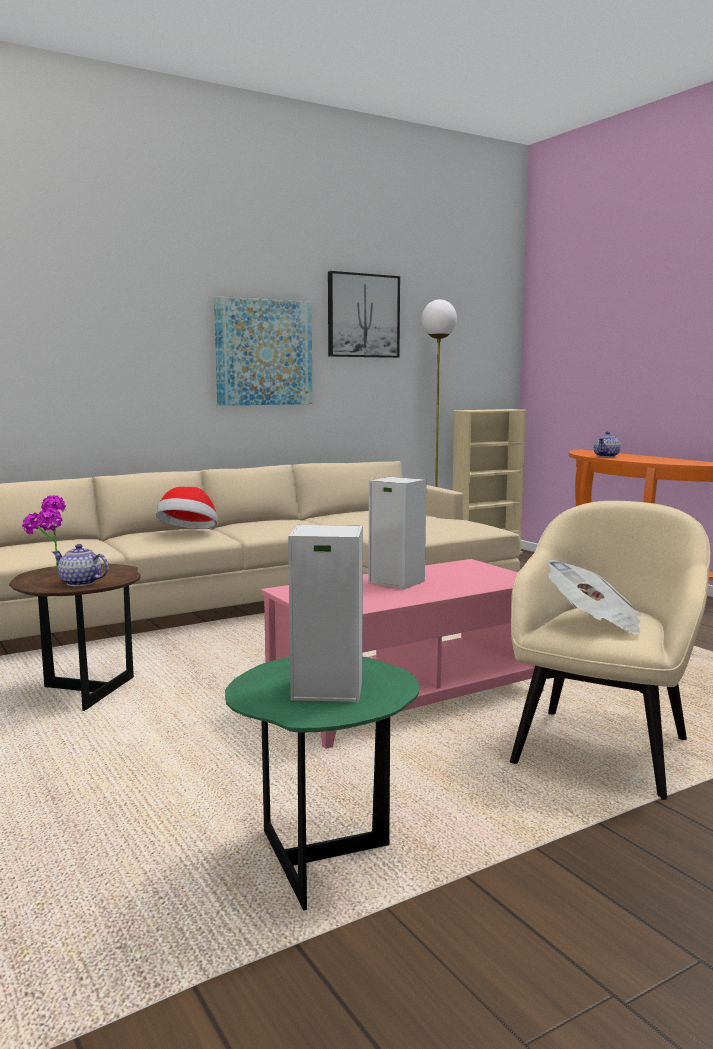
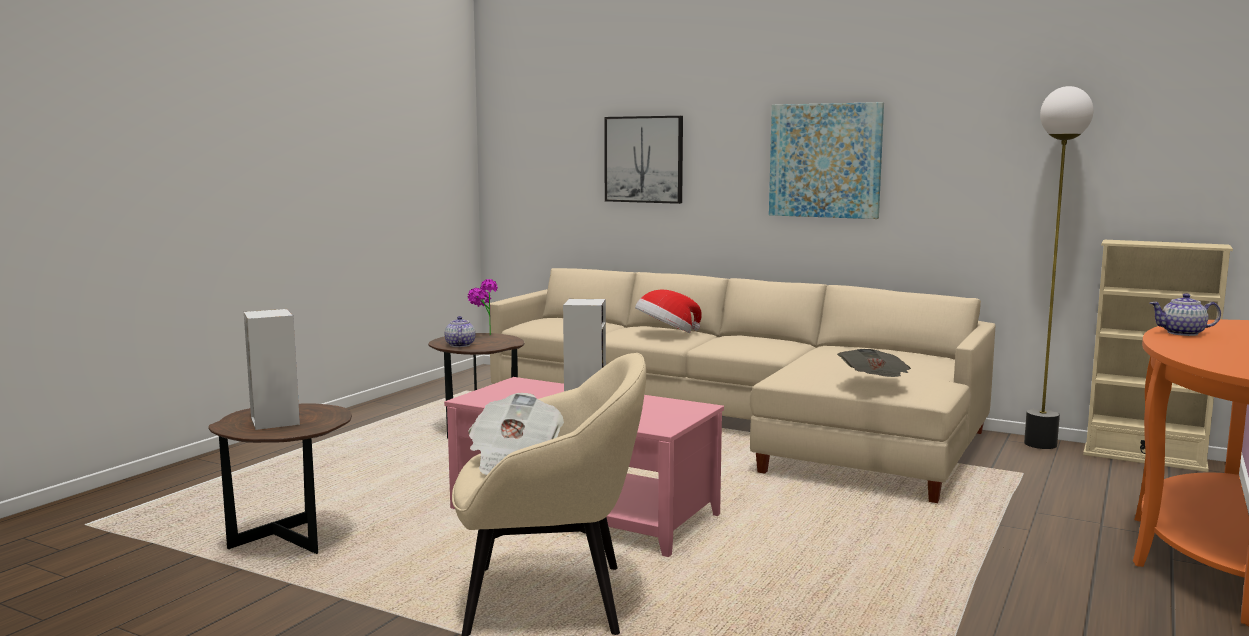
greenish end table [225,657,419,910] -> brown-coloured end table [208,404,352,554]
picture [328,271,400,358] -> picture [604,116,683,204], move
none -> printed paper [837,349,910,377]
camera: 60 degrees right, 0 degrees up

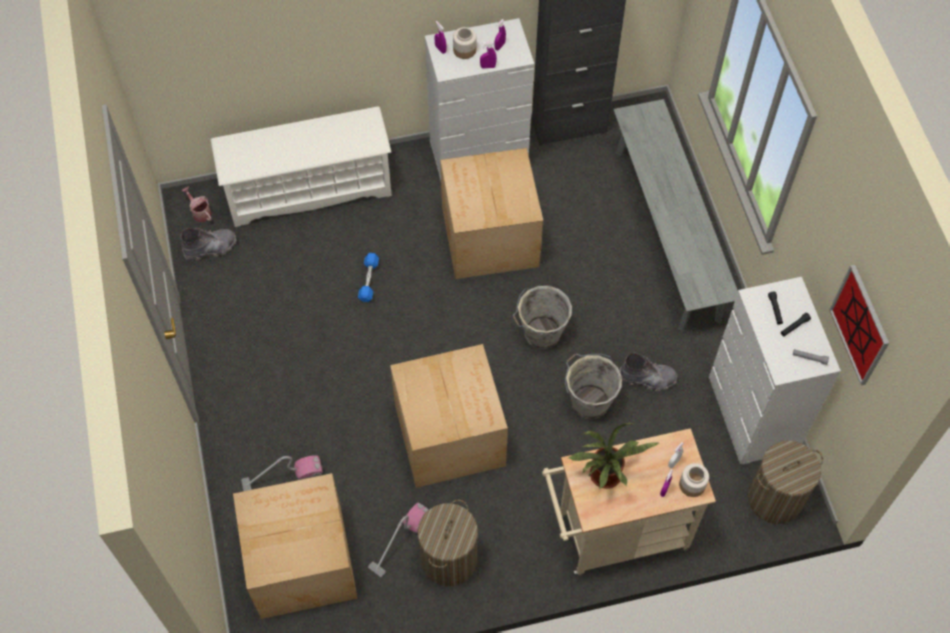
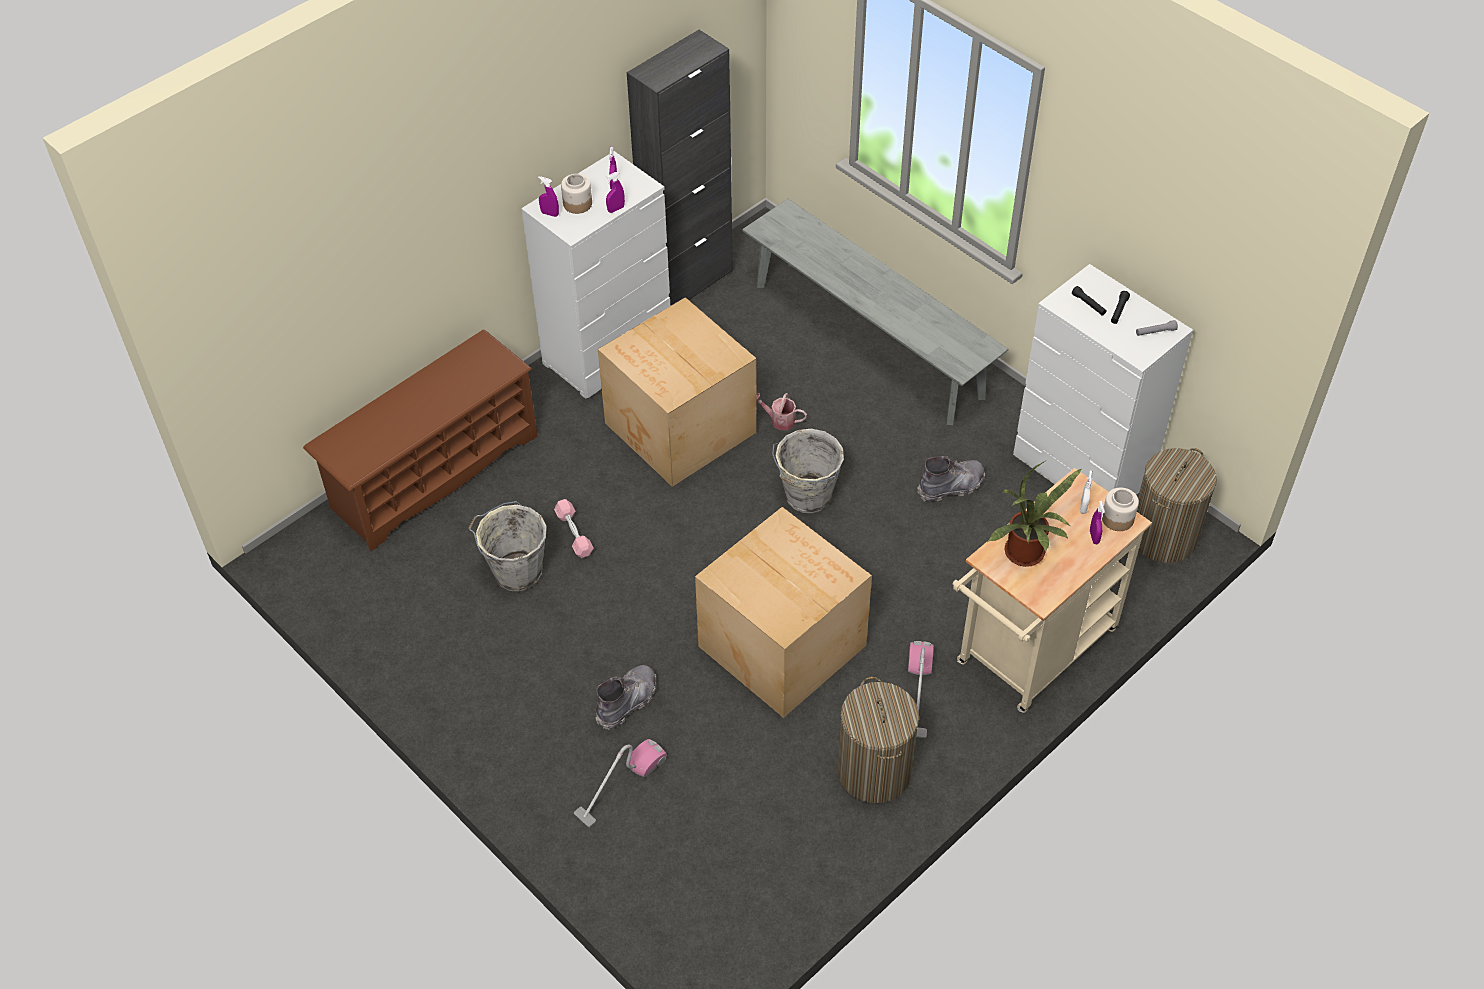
greyish boot [180,228,237,260] -> greyish boot [595,665,656,730], move
watering can [182,187,212,222] -> watering can [757,393,807,430], move
whitish shoe rack [211,107,392,227] -> brown-coloured shoe rack [303,330,538,551]
packing box [233,473,357,619] -> none
blue-coloured free weight [358,253,379,302] -> pinkish free weight [554,499,594,558]
vacuum [368,503,429,577] -> vacuum [908,641,934,738], move
greyish water bucket [565,354,622,420] -> greyish water bucket [468,501,547,592], move
picture [829,265,889,385] -> none
camera: 30 degrees left, 10 degrees down

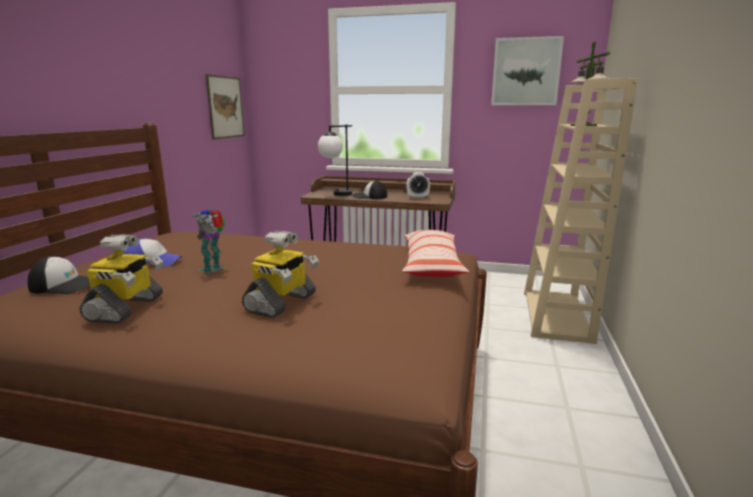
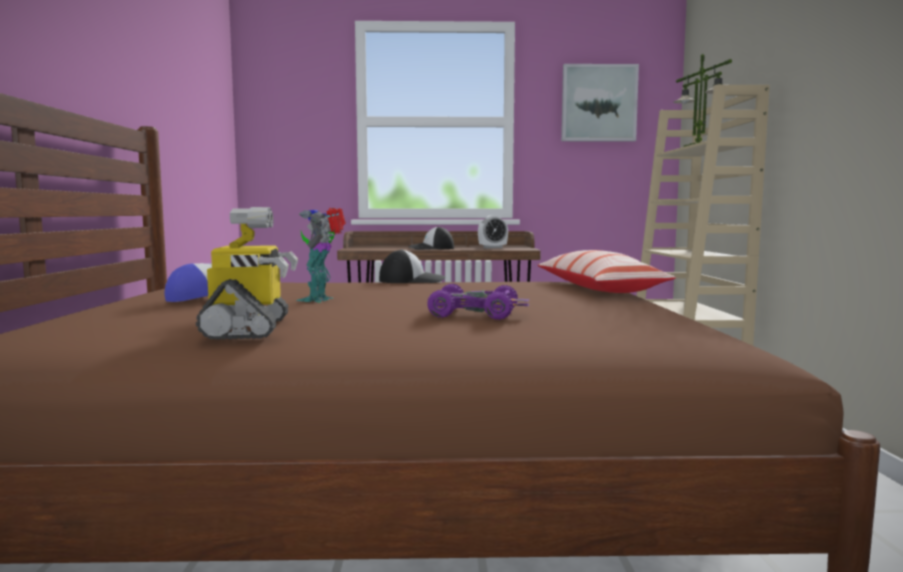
cap [27,256,90,294] -> cap [379,249,445,283], move
picture [205,74,245,139] -> none
toy robot [242,230,319,318] -> purple toy car [427,284,529,320]
table lamp [318,125,352,196] -> none
camera: 15 degrees left, 10 degrees down

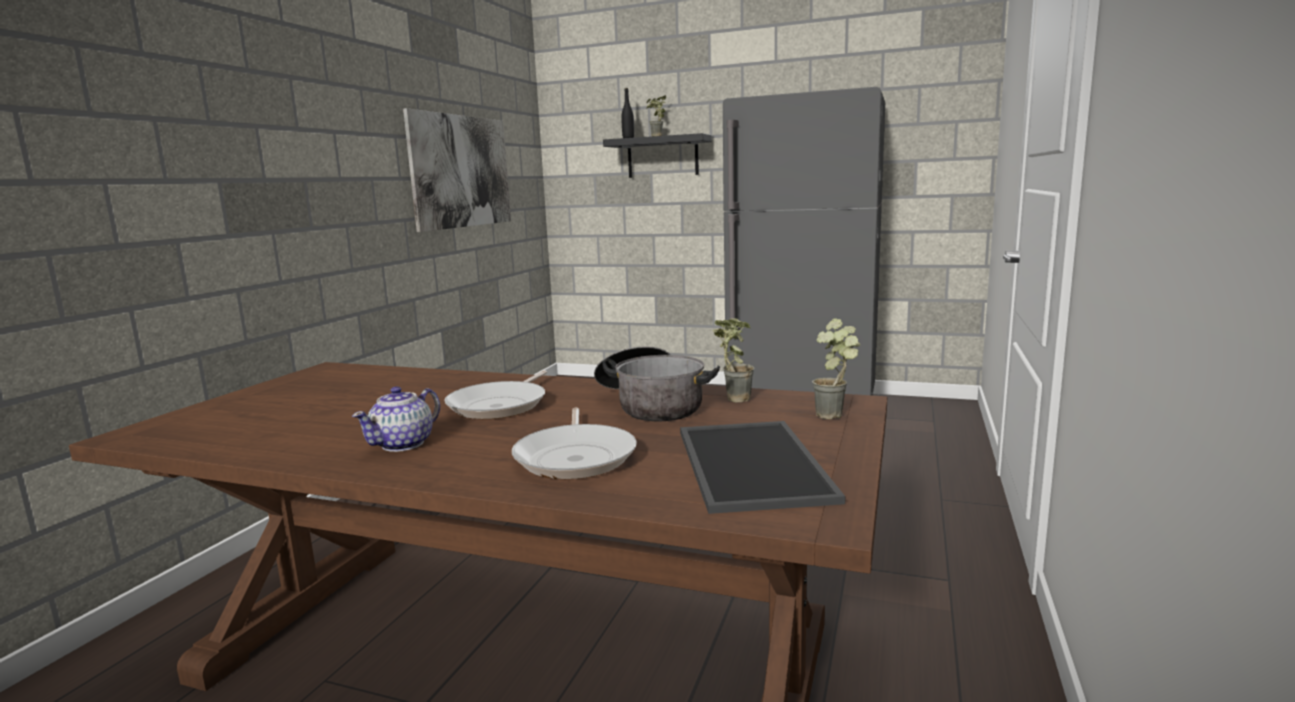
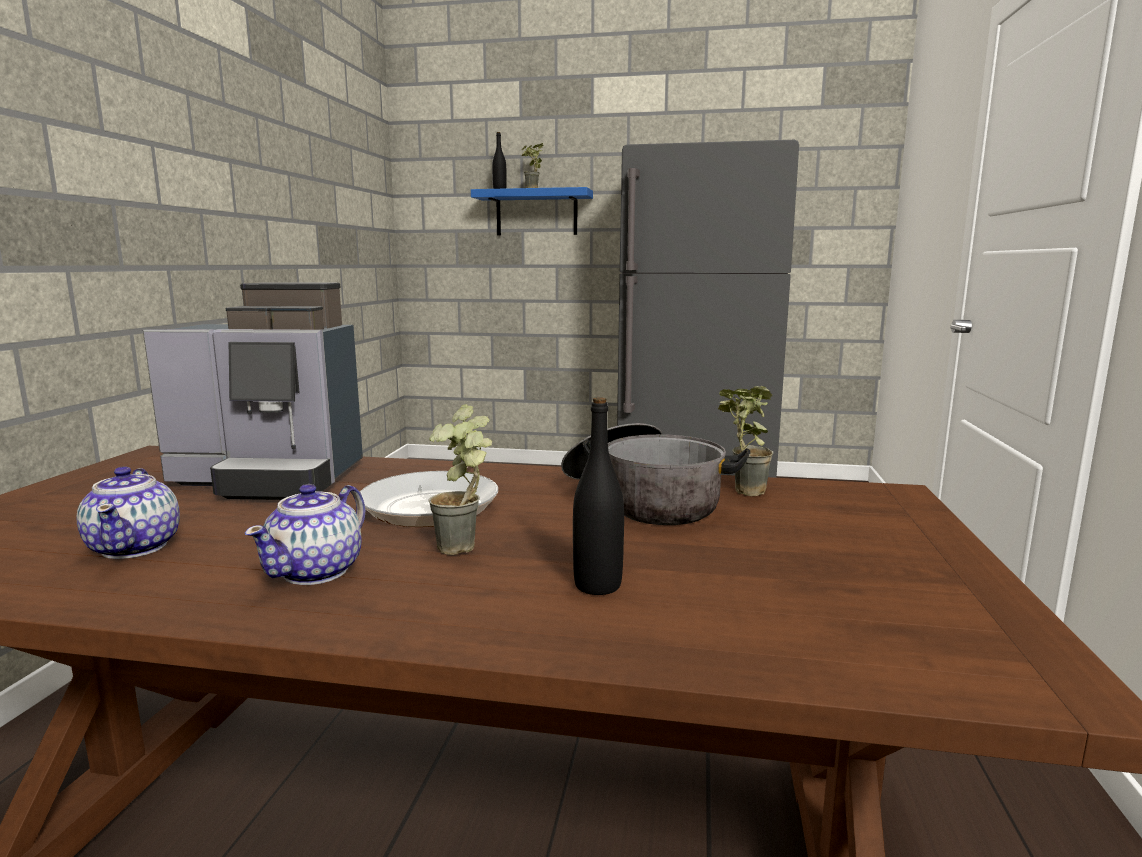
picture [403,108,511,232] -> none
frying pan [512,408,637,479] -> black drink bottle [573,397,624,595]
black shelf [603,133,712,178] -> blue-coloured shelf [471,187,593,235]
serving tray [680,421,845,514] -> none
potted plant [812,318,860,419] -> potted plant [428,404,492,555], move
none -> pot for tea [76,466,180,559]
none -> coffee brewer [143,283,363,500]
camera: 10 degrees left, 0 degrees up

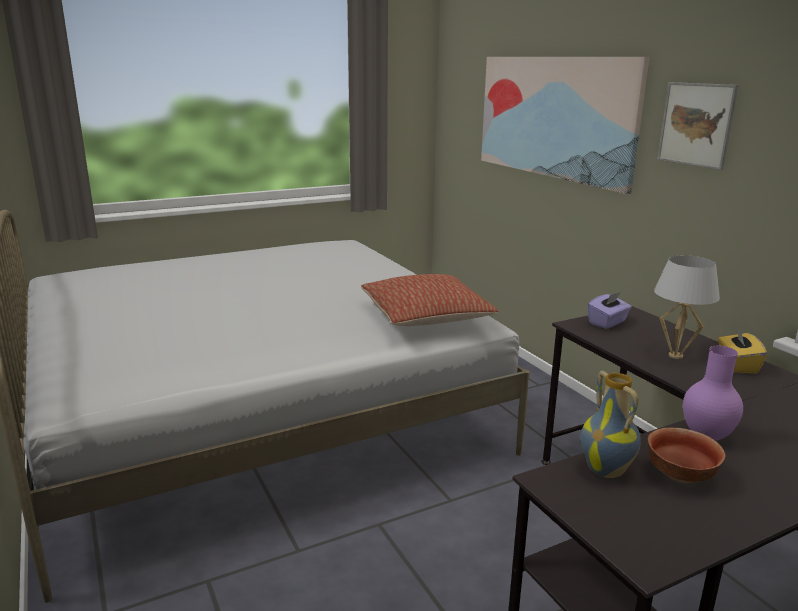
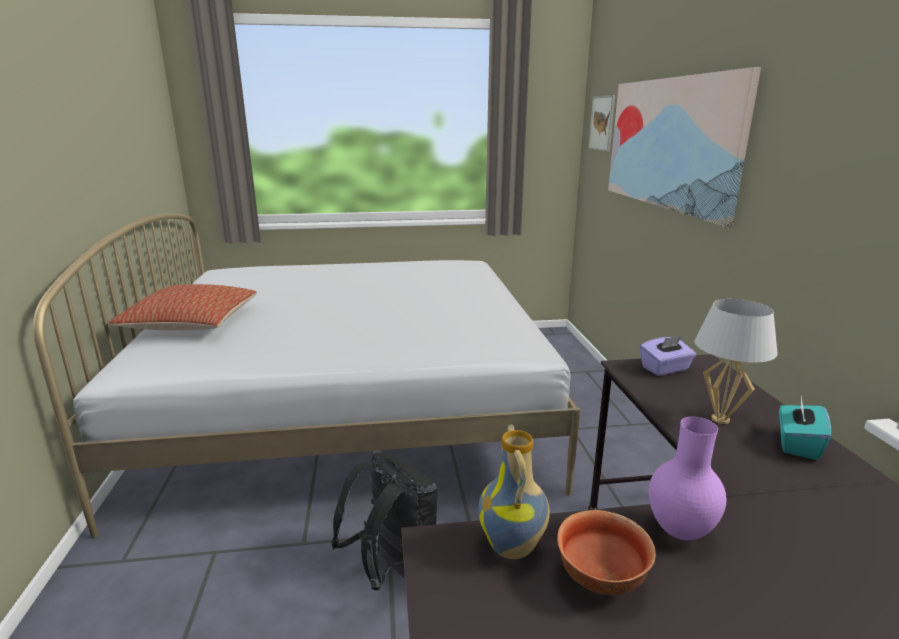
pillow [361,274,498,326] -> pillow [109,284,256,330], move
picture [657,82,739,170] -> picture [588,95,615,152], move
yellow-coloured tissue holder [718,326,767,374] -> turquoise-coloured tissue holder [779,397,831,460]
none -> black knapsack [331,452,438,590]
camera: 20 degrees right, 0 degrees up

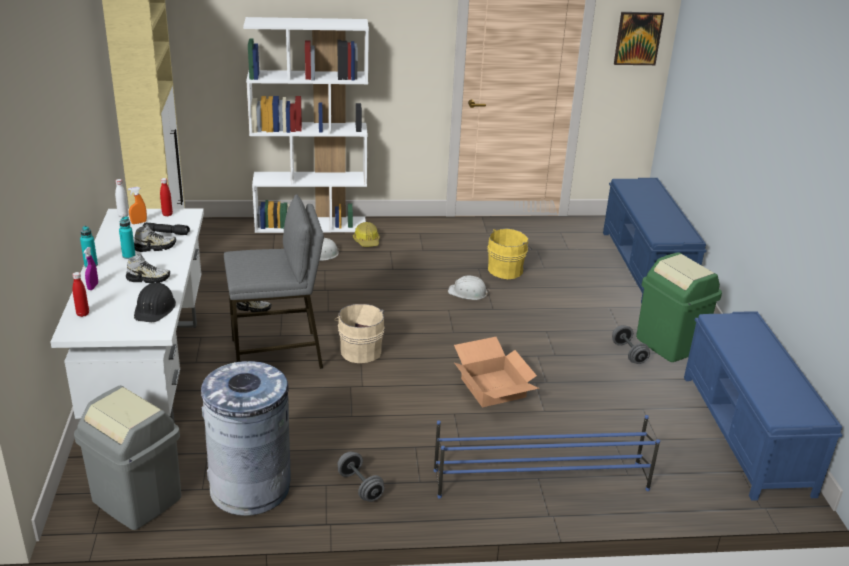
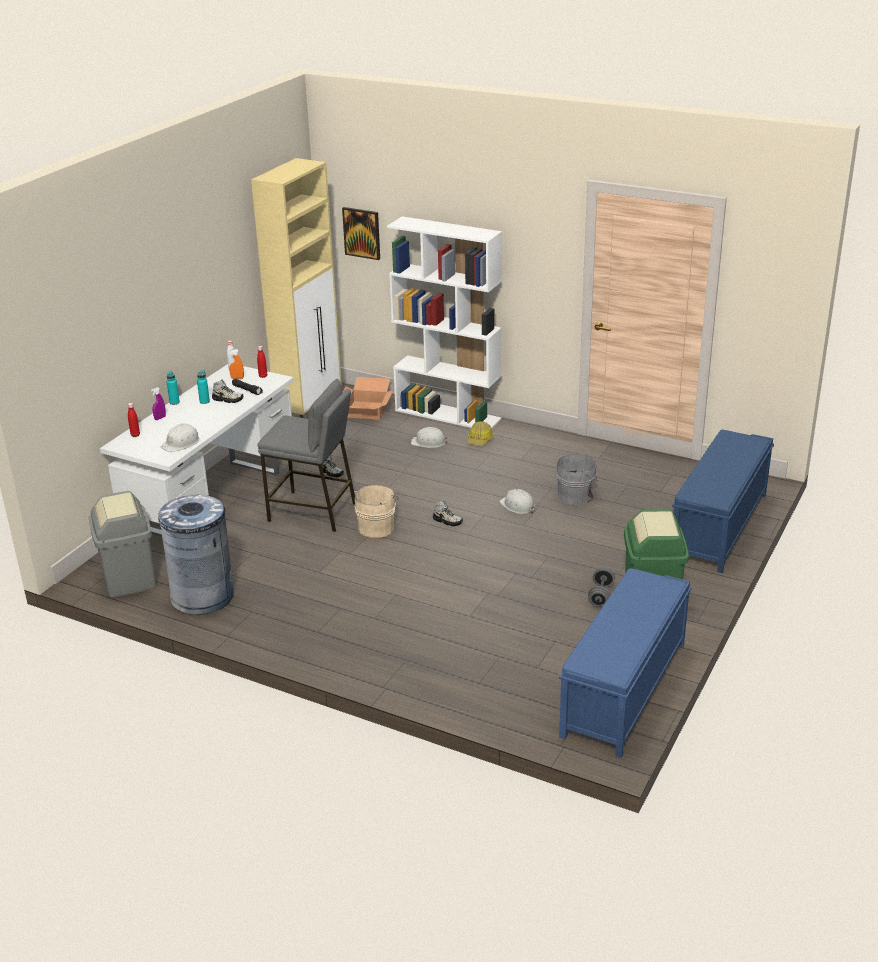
item of footwear [126,254,170,283] -> item of footwear [433,501,463,526], move
black work helmet [134,283,176,322] -> whitish work helmet [161,423,199,452]
greyish free weight [337,452,384,502] -> none
blue-coloured shoe rack [434,415,660,499] -> none
packing box [454,337,539,407] -> packing box [342,377,394,420], move
yellow-coloured water bucket [487,228,532,279] -> greyish water bucket [556,452,599,505]
picture [614,12,664,65] -> picture [342,207,380,260], move
camera: 35 degrees right, 0 degrees up

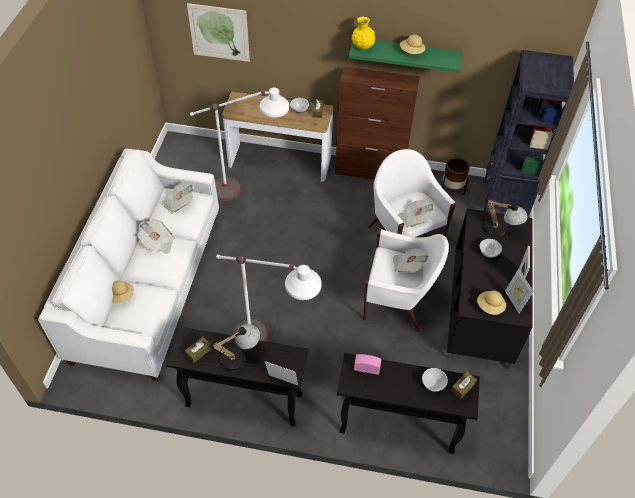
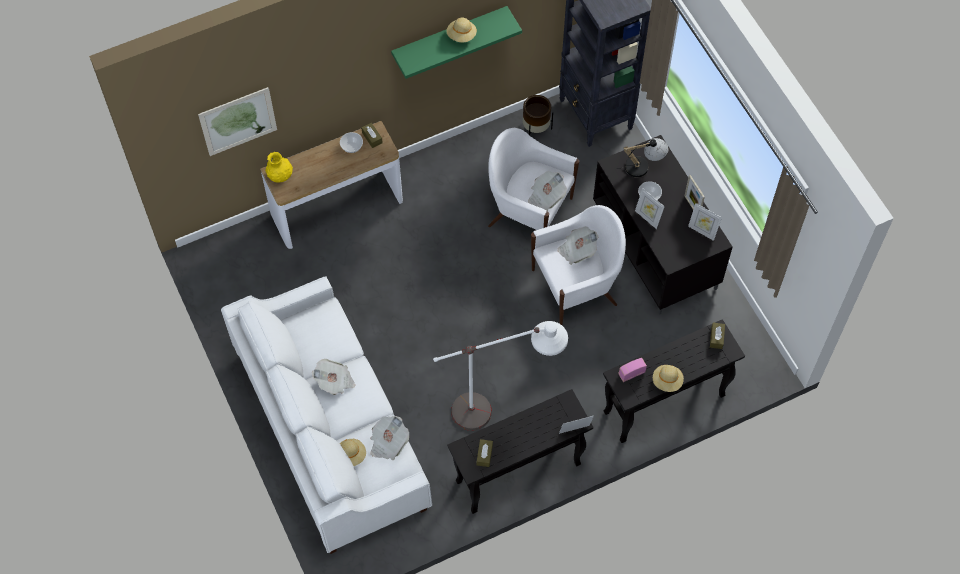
printed paper [162,182,194,214] -> printed paper [370,416,409,460], move
whitish floor lamp [190,88,289,201] -> none
table lamp [212,324,260,371] -> none
brown-coloured storage cabinet [335,66,420,180] -> none
yellow-coloured vase [352,17,375,50] -> yellow-coloured vase [265,152,293,183], move
serving bowl [422,368,448,392] -> none
beige-coloured wearable hat [477,290,506,315] -> beige-coloured wearable hat [653,365,684,392], move
none -> picture frame [635,188,665,229]
camera: 35 degrees left, 10 degrees up

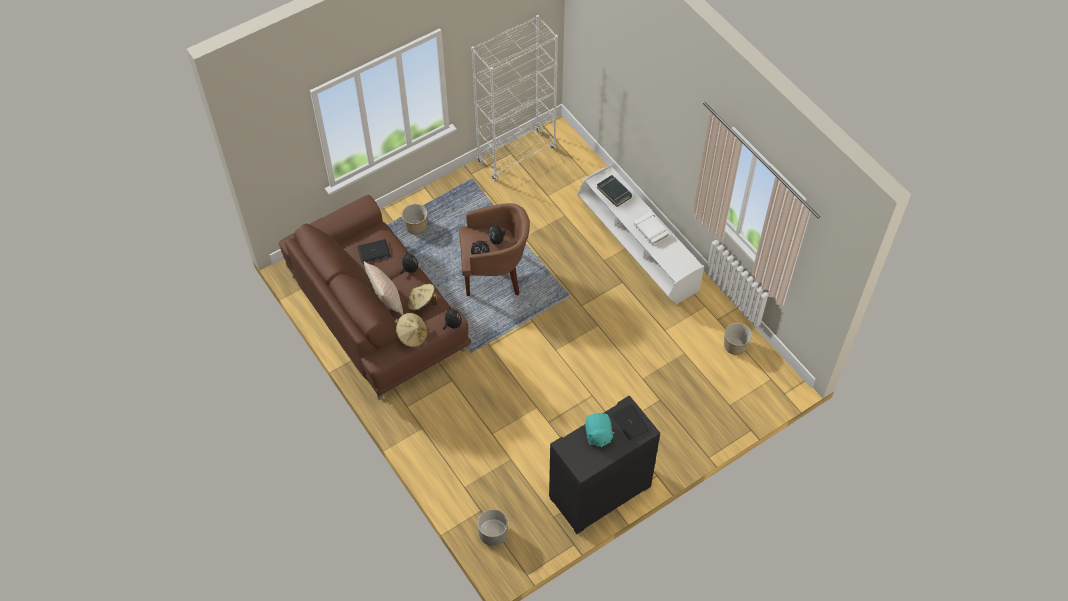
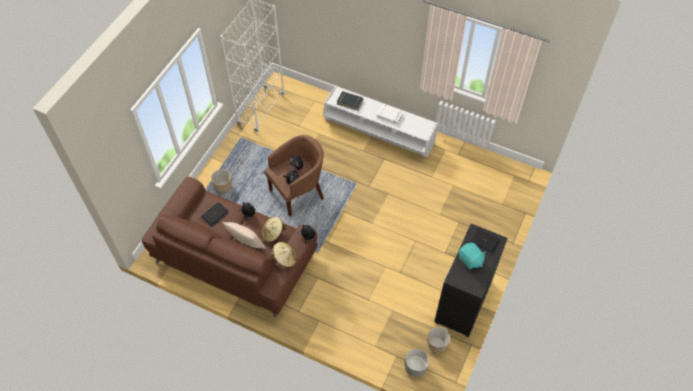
plant pot [724,323,752,355] -> plant pot [428,327,450,353], move
camera: 30 degrees left, 0 degrees up

